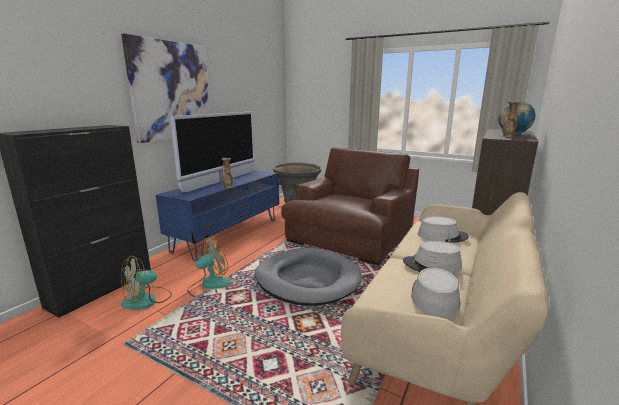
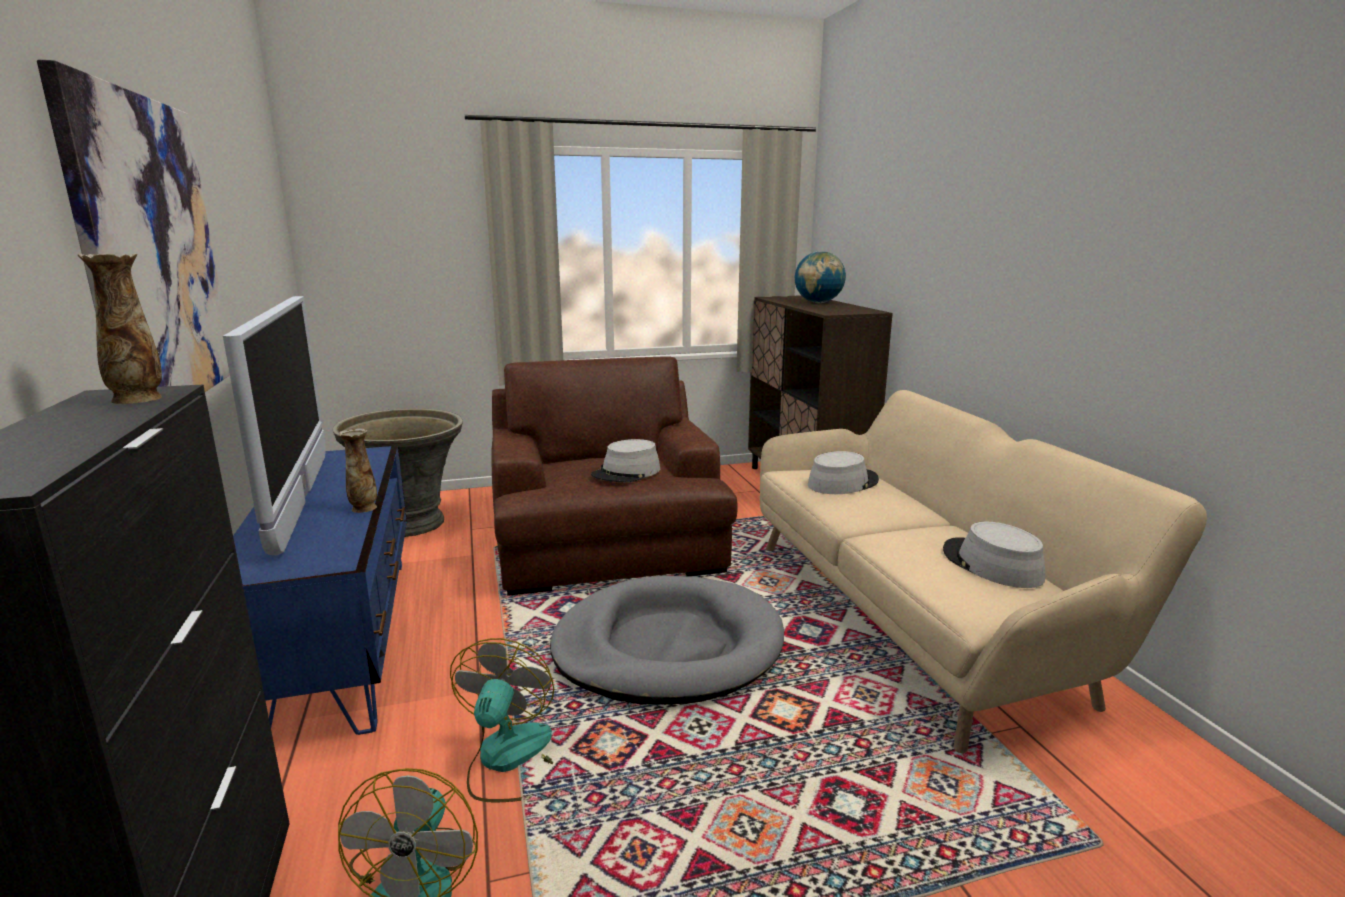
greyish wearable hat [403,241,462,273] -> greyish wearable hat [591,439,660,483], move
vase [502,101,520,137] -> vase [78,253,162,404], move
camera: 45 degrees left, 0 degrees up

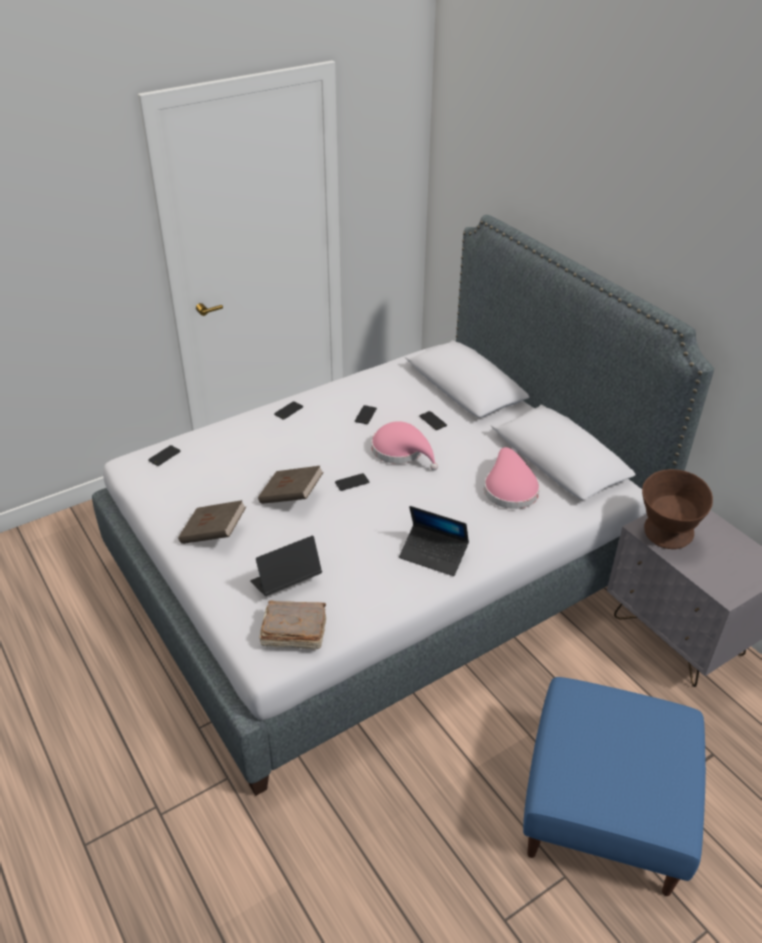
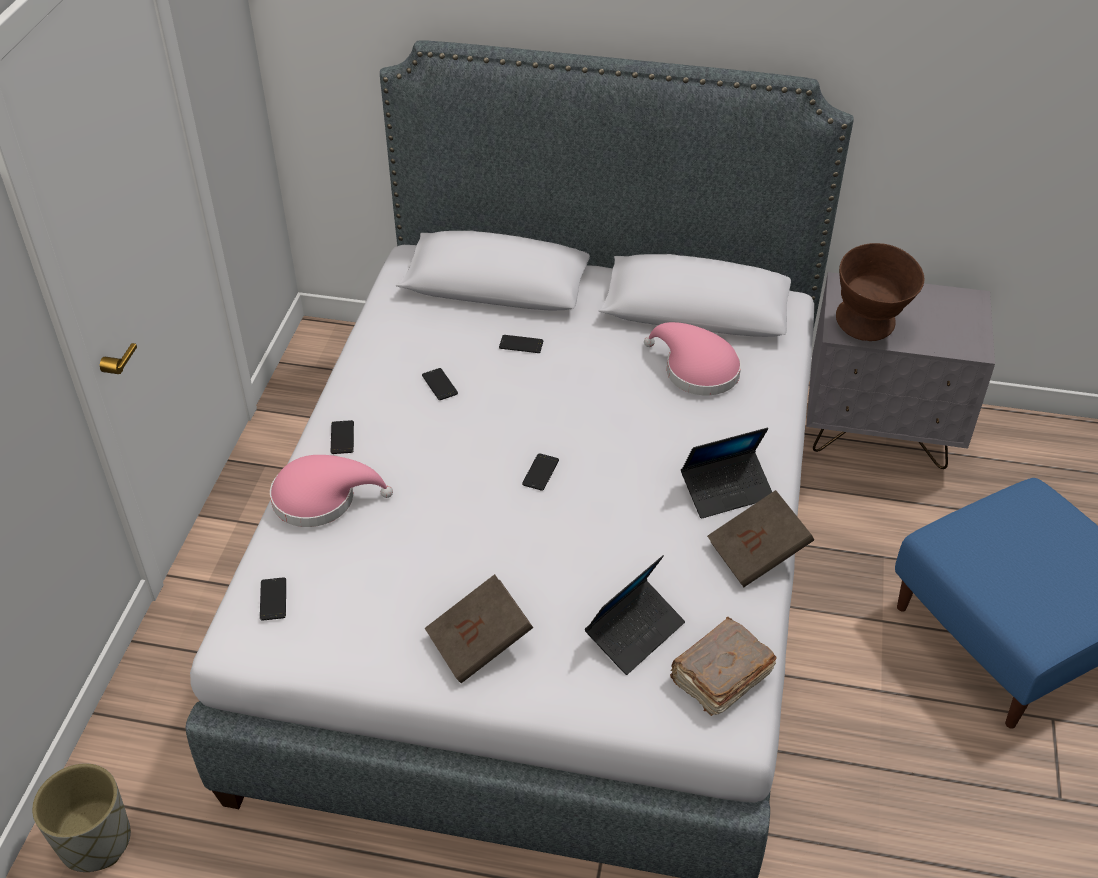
notebook computer [250,535,322,596] -> notebook computer [585,555,685,675], 150 degrees counterclockwise
brown-coloured bound book [258,466,324,504] -> brown-coloured bound book [707,490,814,587], move
pinkish wearable hat [371,421,438,470] -> pinkish wearable hat [270,455,393,527], move
none -> greyish plant pot [32,763,131,872]
camera: 45 degrees left, 5 degrees up

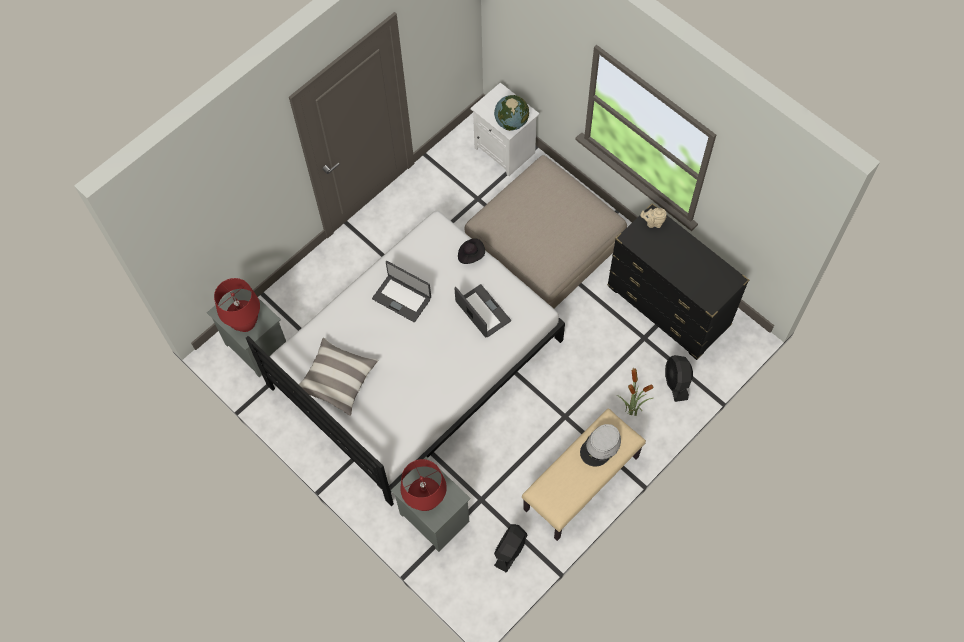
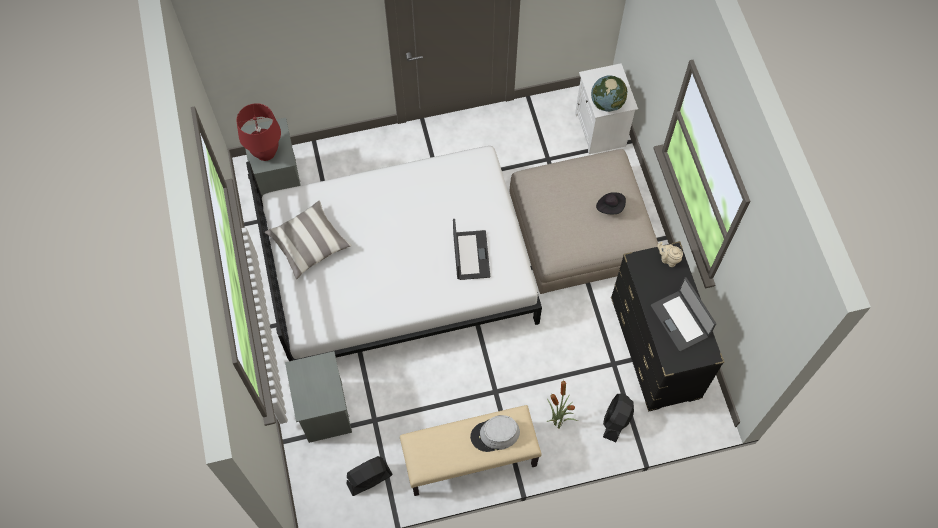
notebook computer [372,261,431,322] -> notebook computer [651,277,716,352], move
red-coloured table lamp [400,459,447,511] -> none
black wearable hat [458,238,485,264] -> black wearable hat [596,192,626,214], move
camera: 30 degrees right, 0 degrees up

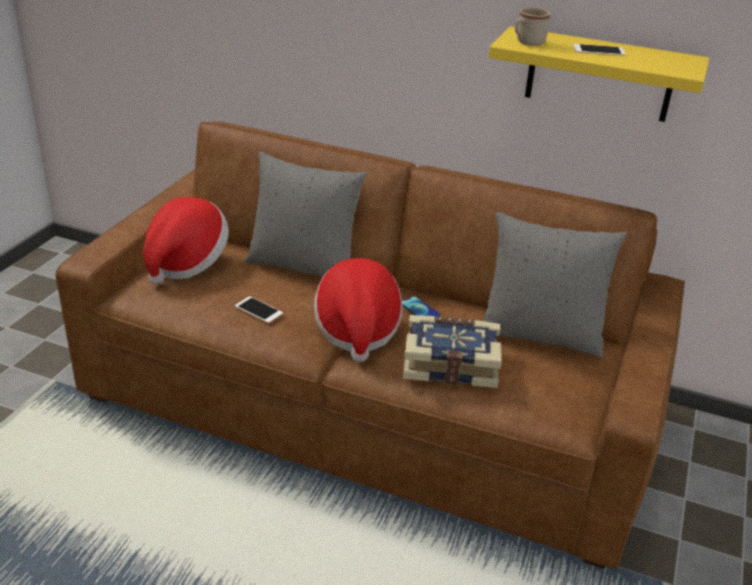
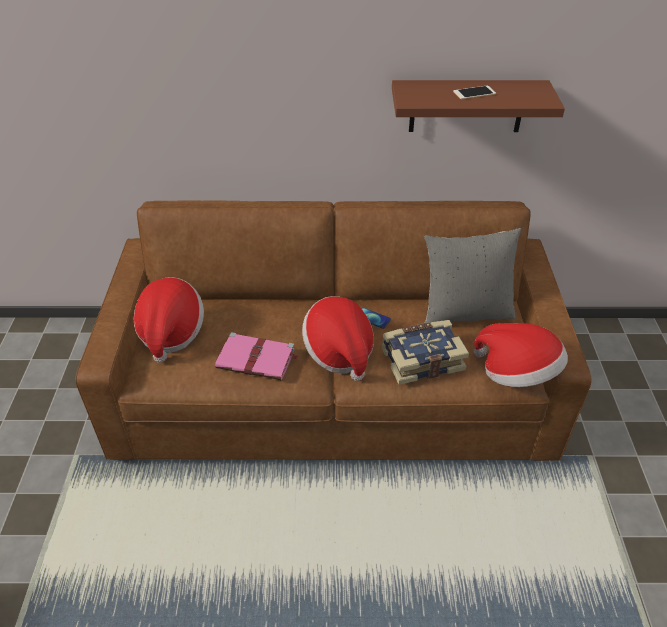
phone [235,296,283,323] -> pinkish bound book [215,332,298,380]
greyish pillow [245,152,367,277] -> none
yellow-coloured shelf [489,26,710,122] -> brown-coloured shelf [392,80,565,132]
beige-coloured mug [515,8,551,46] -> none
none -> wearable hat [474,323,568,387]
camera: 20 degrees left, 10 degrees up

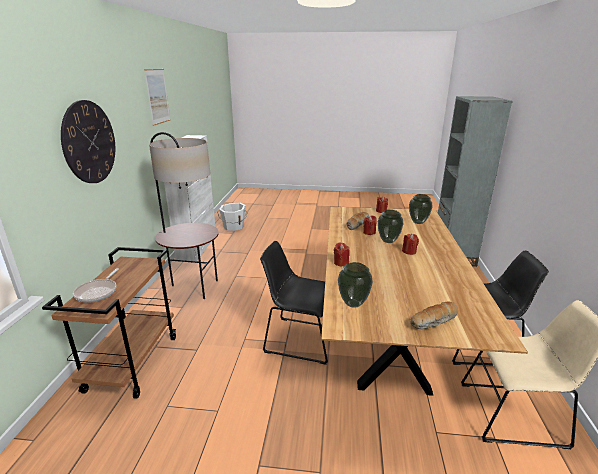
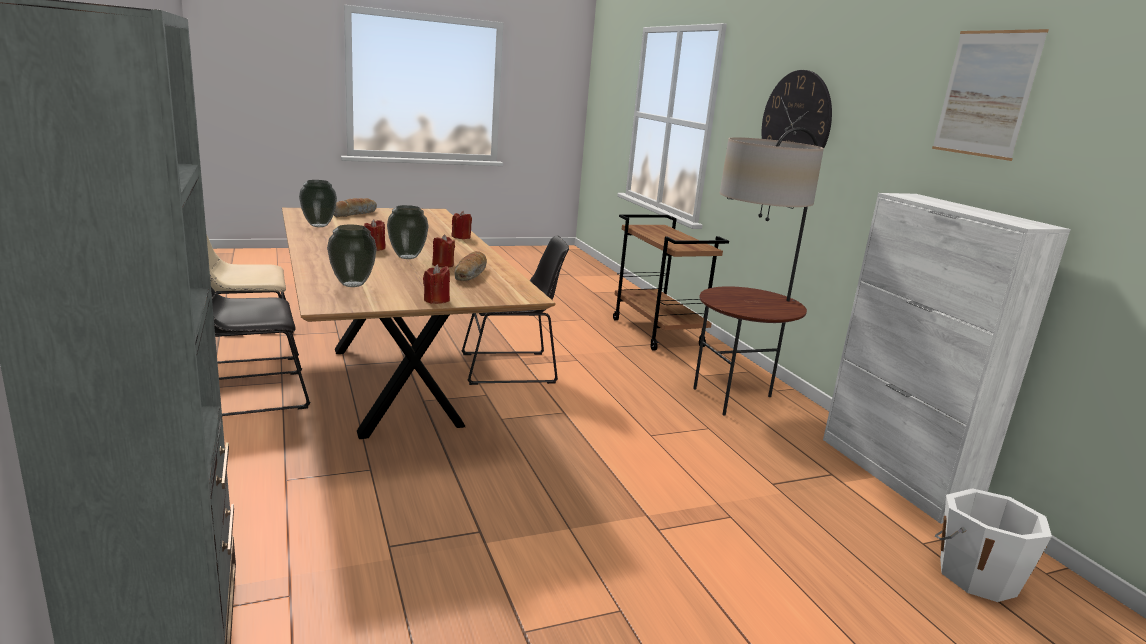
frying pan [73,268,119,303] -> none
vase [338,262,373,308] -> vase [299,180,337,227], move
camera: 150 degrees right, 5 degrees down

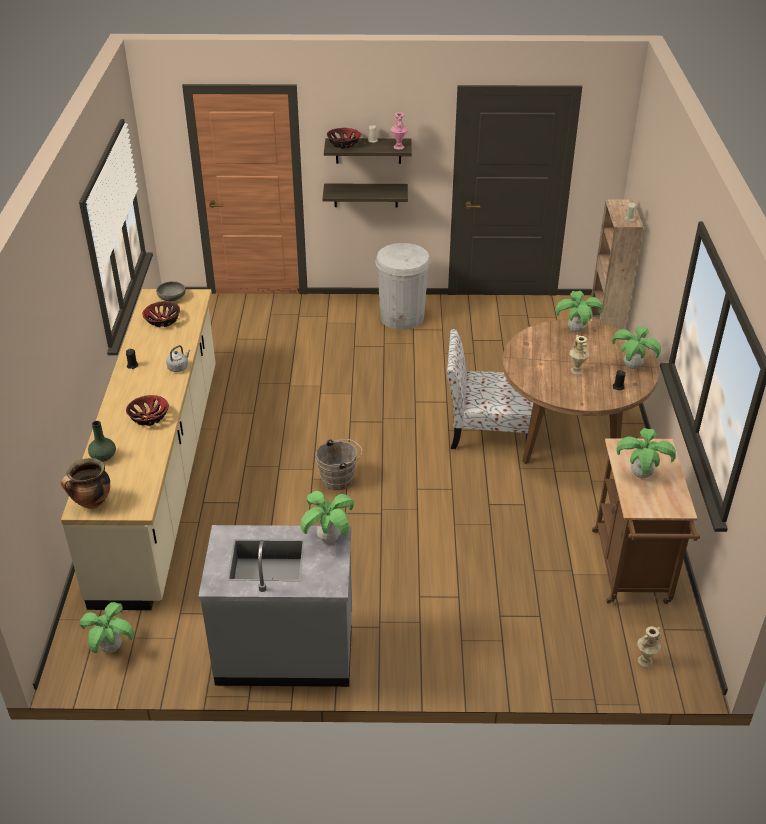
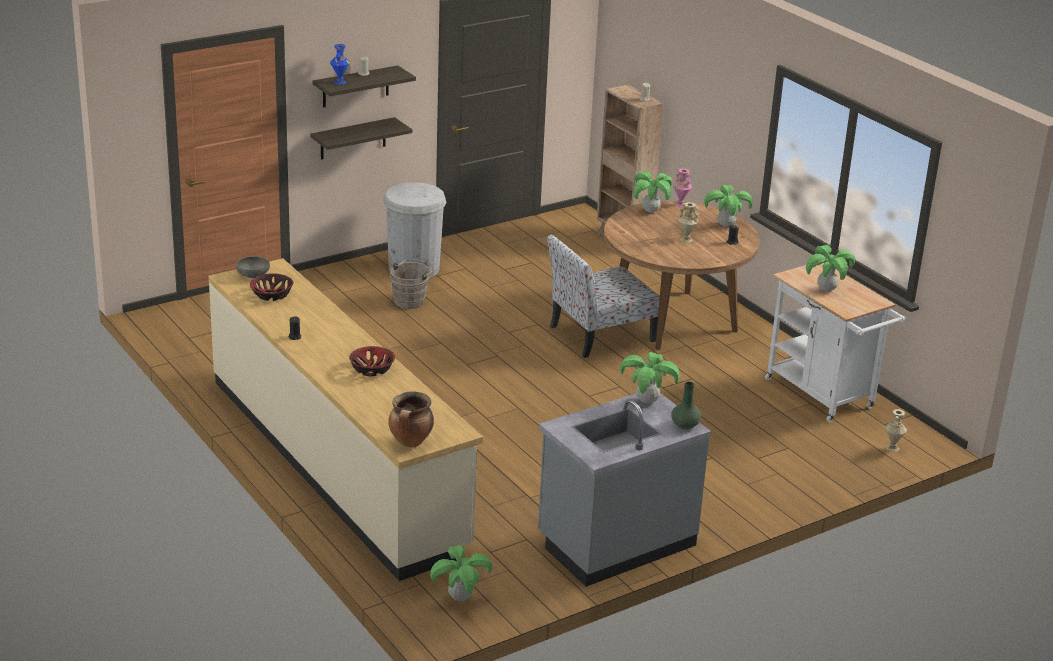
greenish vase [88,421,116,462] -> greenish vase [671,382,701,429], move
greyish kettle [166,345,190,372] -> none
brown-coloured water bucket [315,439,362,490] -> brown-coloured water bucket [390,260,433,309], move
serving bowl [327,128,361,149] -> blue-coloured vase [330,44,350,85]
pinkish vase [391,112,408,149] -> pinkish vase [673,169,692,207], move
brown-coloured wheeled cart [592,438,700,605] -> whitish wheeled cart [765,263,905,422]
camera: 35 degrees left, 10 degrees down

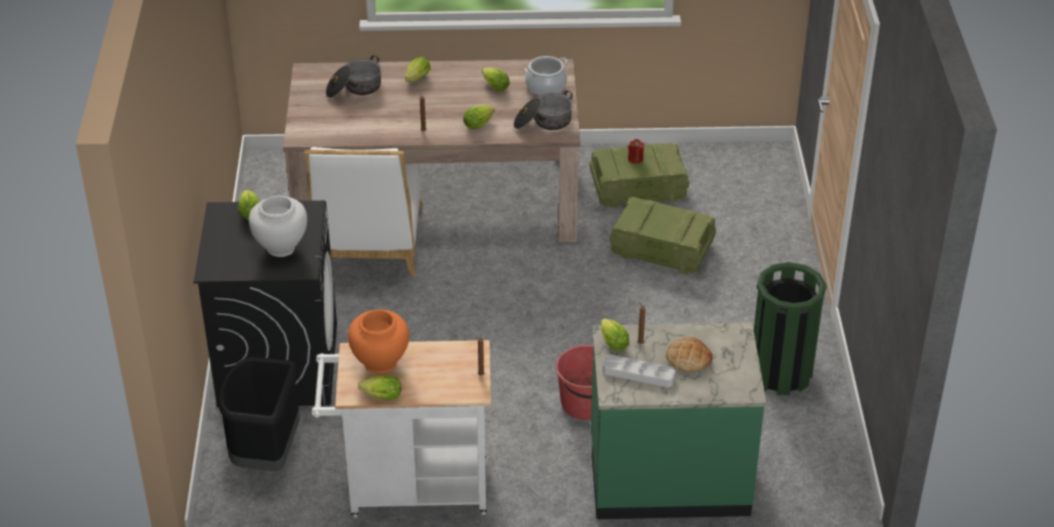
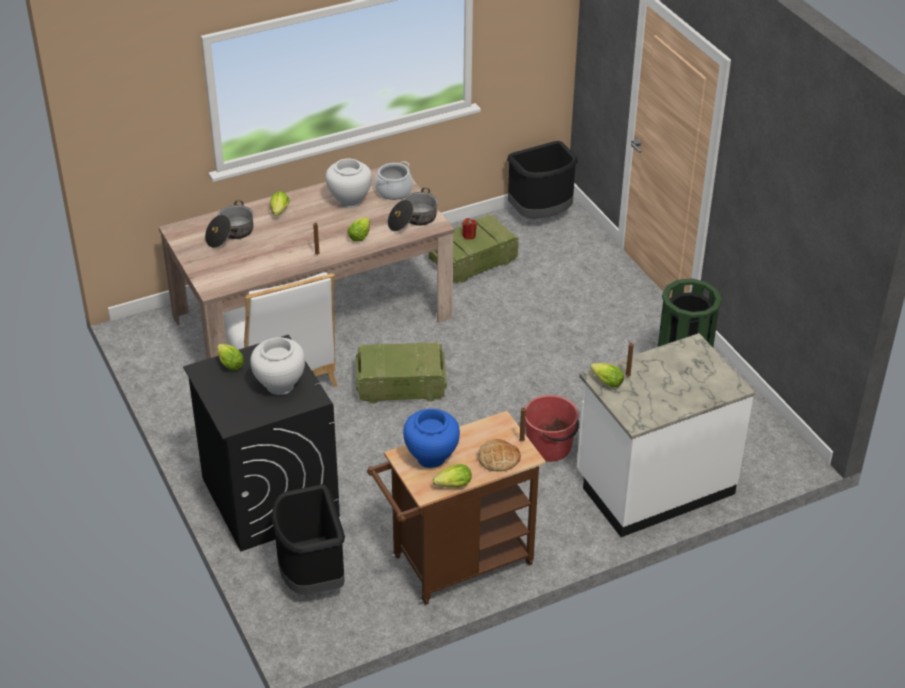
whitish wheeled cart [312,340,491,518] -> brown-coloured wheeled cart [367,411,546,605]
orange vase [348,310,409,374] -> blue-coloured vase [403,409,460,468]
head of lettuce [482,67,510,91] -> whitish vase [326,158,372,208]
greenish counter [591,322,767,519] -> whitish counter [577,333,755,537]
greyish serving tray [603,355,676,387] -> none
shipping crate [610,197,716,274] -> shipping crate [356,342,447,404], move
bakery bread [666,337,712,372] -> bakery bread [478,439,521,471], move
none -> black rubbish bin [507,141,578,219]
camera: 25 degrees left, 0 degrees up

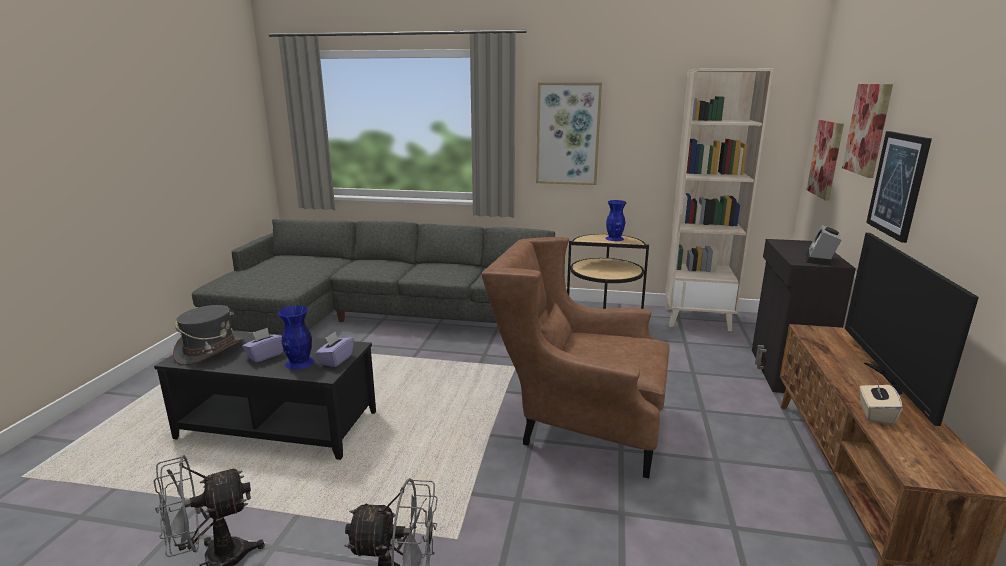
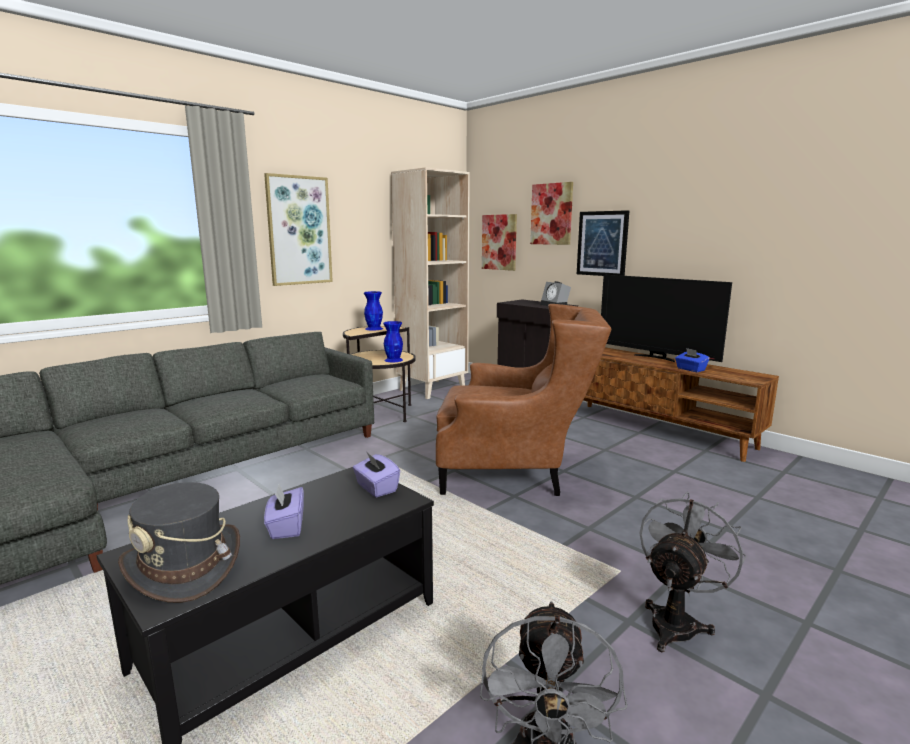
blue-coloured vase [278,306,314,370] -> blue-coloured vase [383,321,403,362], move
brown-coloured lounge chair [481,237,670,478] -> brown-coloured lounge chair [436,304,611,496], 135 degrees counterclockwise
beige-coloured tissue holder [859,381,902,425] -> blue-coloured tissue holder [675,348,710,372]
camera: 55 degrees left, 5 degrees down

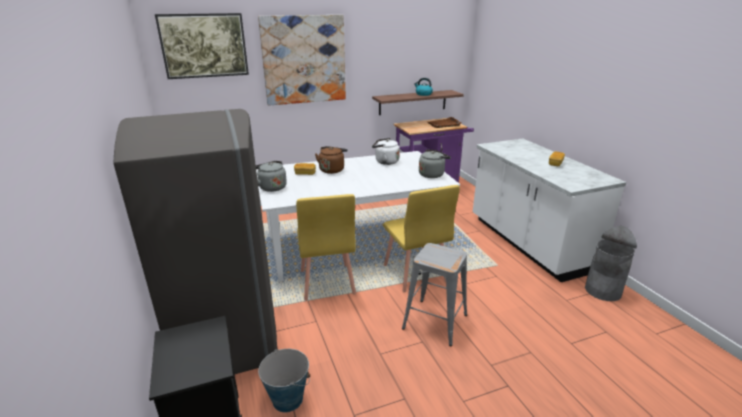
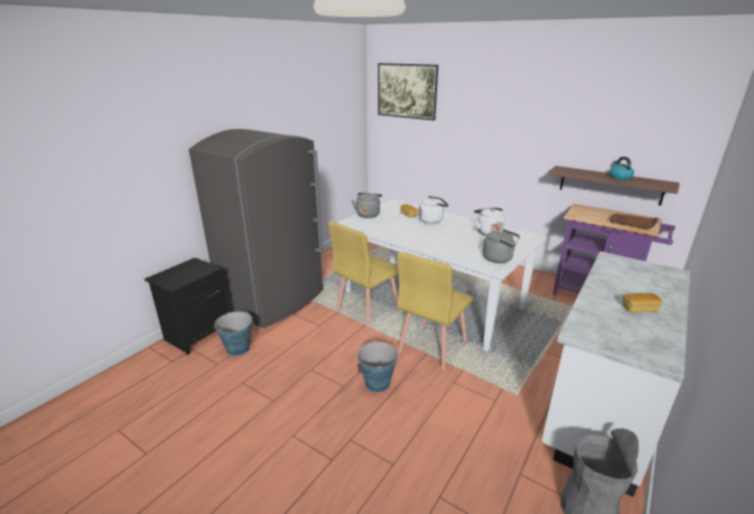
picture [258,15,346,106] -> none
brown-coloured kettle [315,146,348,174] -> whitish kettle [419,196,448,224]
greyish sitting stool [402,243,467,346] -> water bucket [357,341,398,393]
camera: 55 degrees right, 0 degrees up

